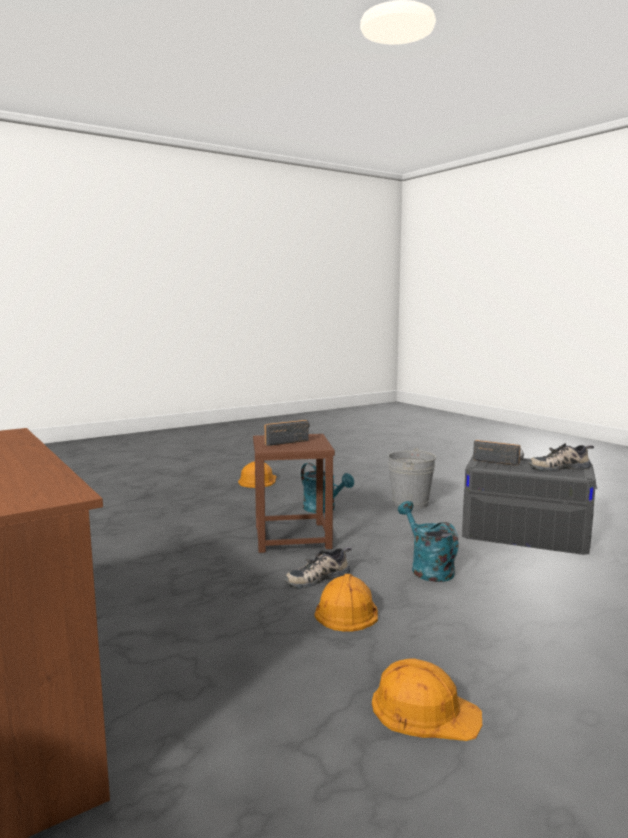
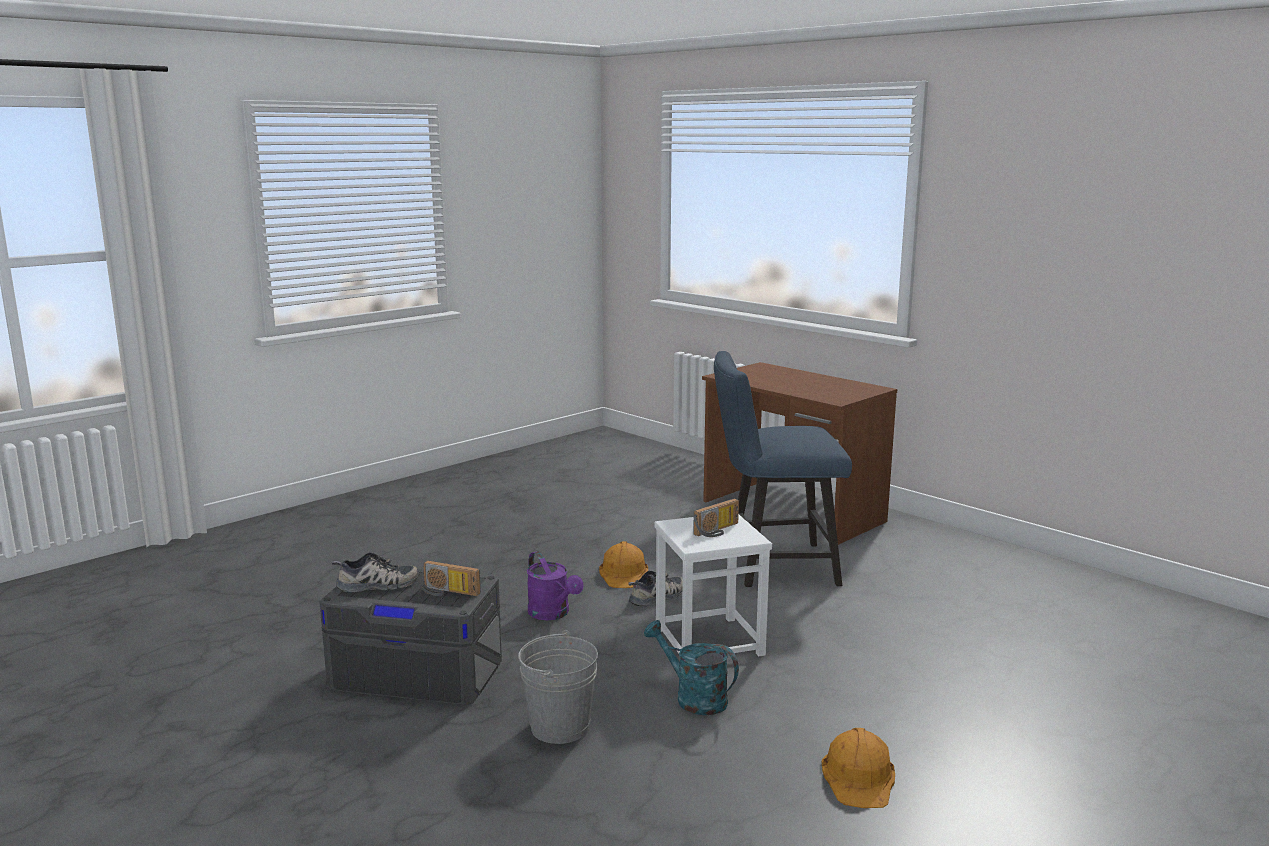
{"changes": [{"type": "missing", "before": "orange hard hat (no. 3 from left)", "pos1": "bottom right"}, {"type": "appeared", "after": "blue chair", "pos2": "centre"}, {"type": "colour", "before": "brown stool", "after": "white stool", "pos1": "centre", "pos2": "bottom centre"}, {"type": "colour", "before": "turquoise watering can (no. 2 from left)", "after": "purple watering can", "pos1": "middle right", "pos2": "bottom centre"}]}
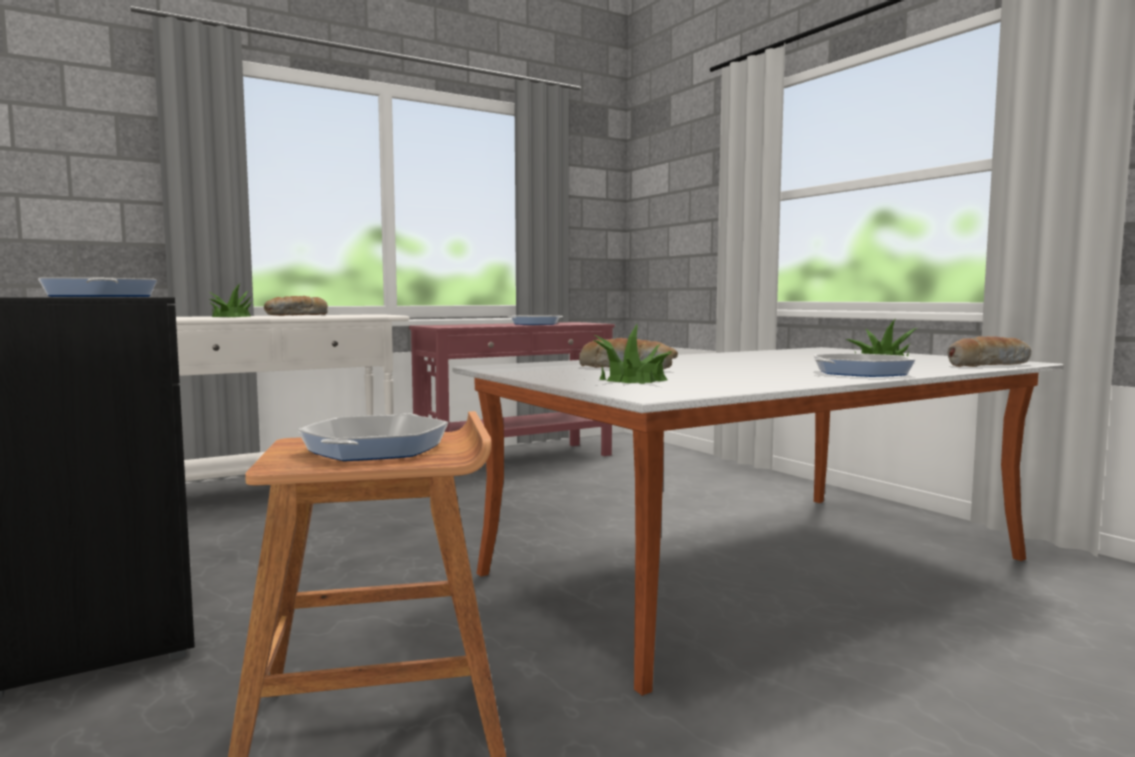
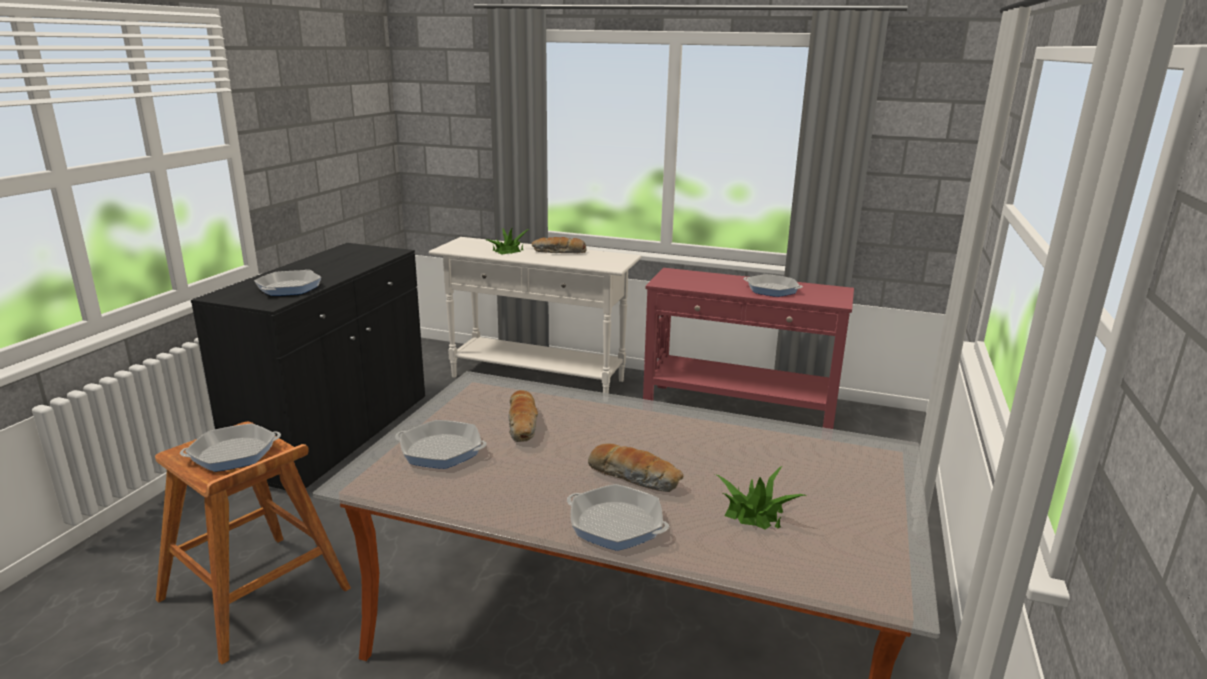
{"changes": [{"type": "relocated", "before": "bread (no. 3 from left)", "pos1": "middle right", "pos2": "bottom centre"}, {"type": "exchanged", "before": "potted plant (no. 2 from left)", "after": "frying pan (no. 3 from left)", "pos1": "centre", "pos2": "centre"}]}
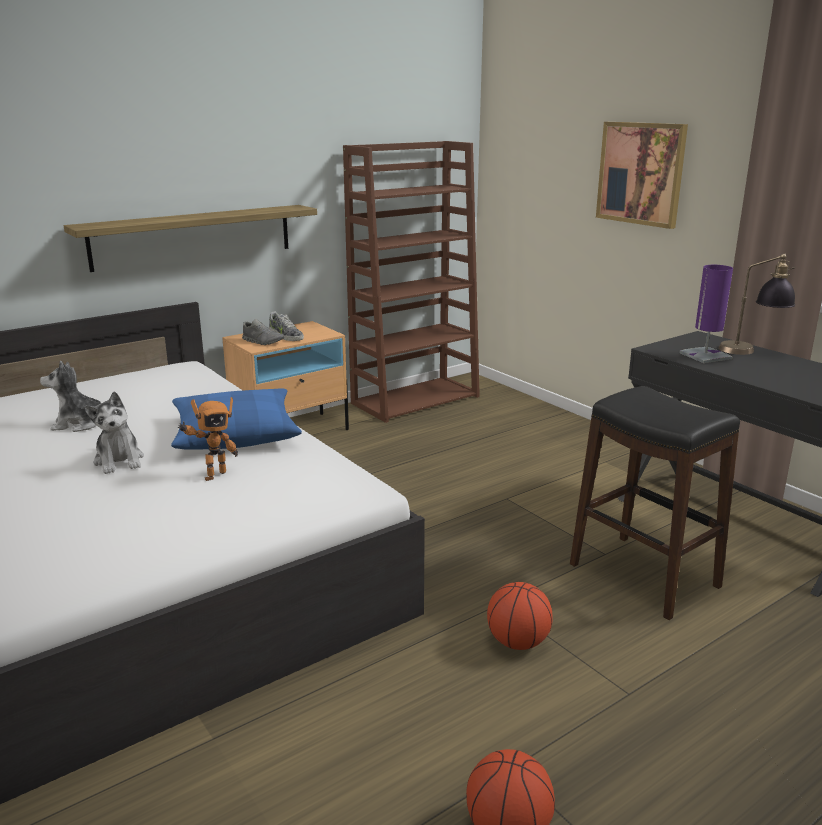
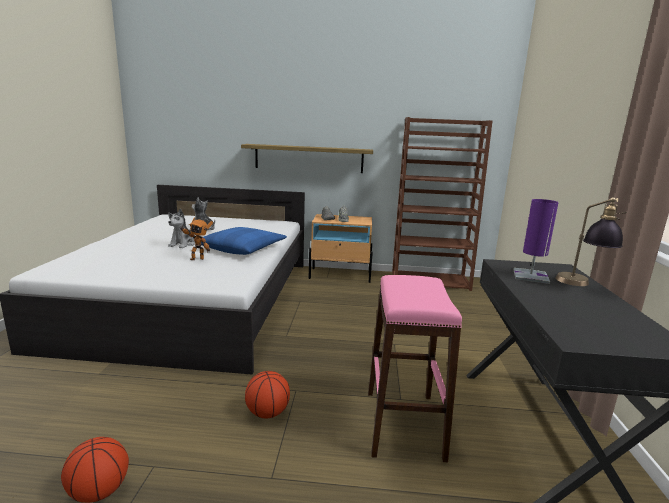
{"changes": [{"type": "missing", "before": "picture", "pos1": "top right"}, {"type": "colour", "before": "black stool", "after": "pink stool", "pos1": "middle right", "pos2": "bottom centre"}]}
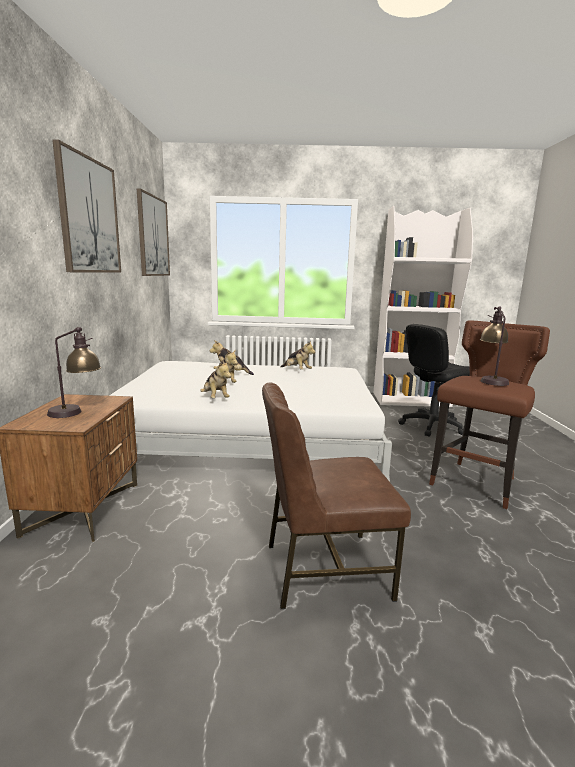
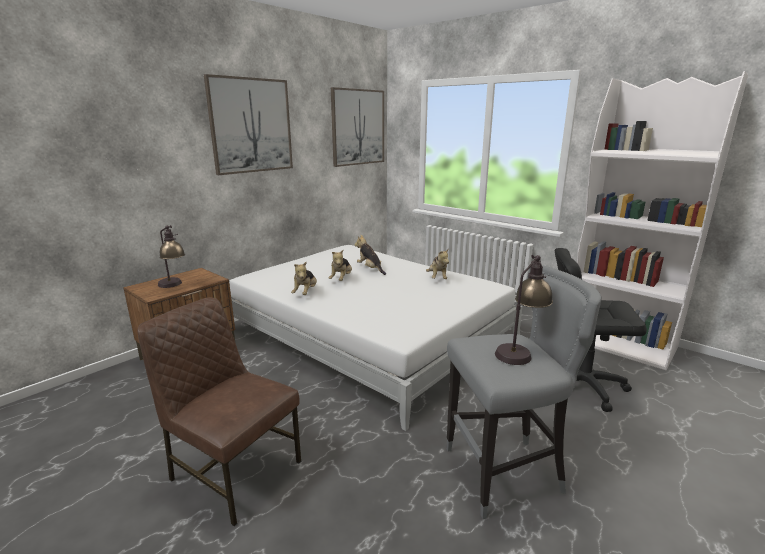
{"changes": [{"type": "colour", "before": "brown stool", "after": "grey stool", "pos1": "middle right", "pos2": "bottom right"}]}
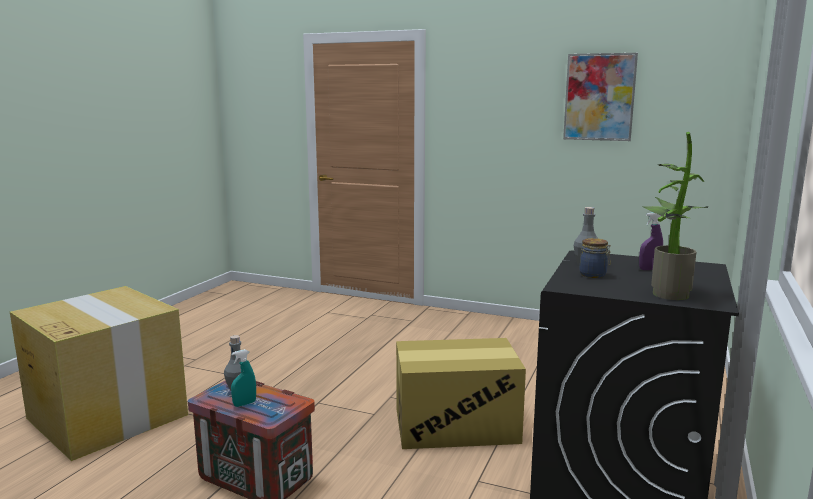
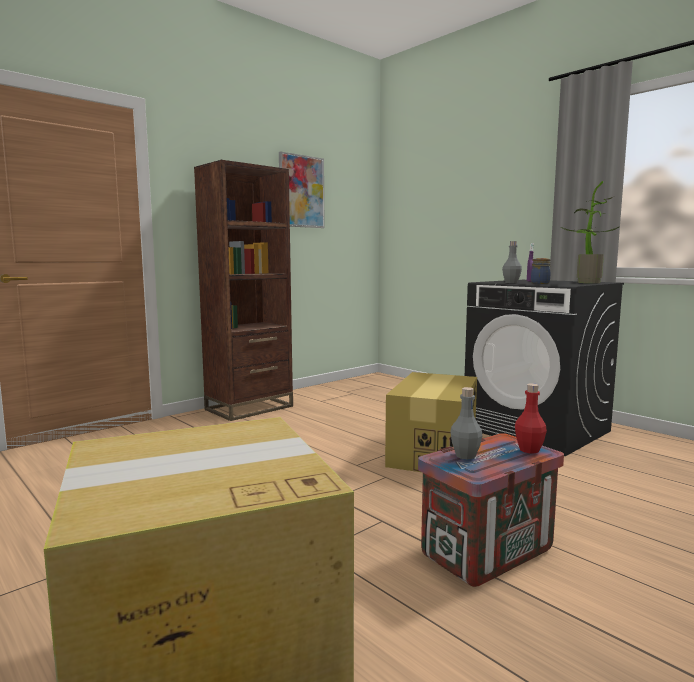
{"changes": [{"type": "missing", "before": "turquoise spray bottle", "pos1": "bottom left"}, {"type": "appeared", "after": "brown bookcase", "pos2": "centre"}, {"type": "appeared", "after": "red bottle", "pos2": "middle right"}]}
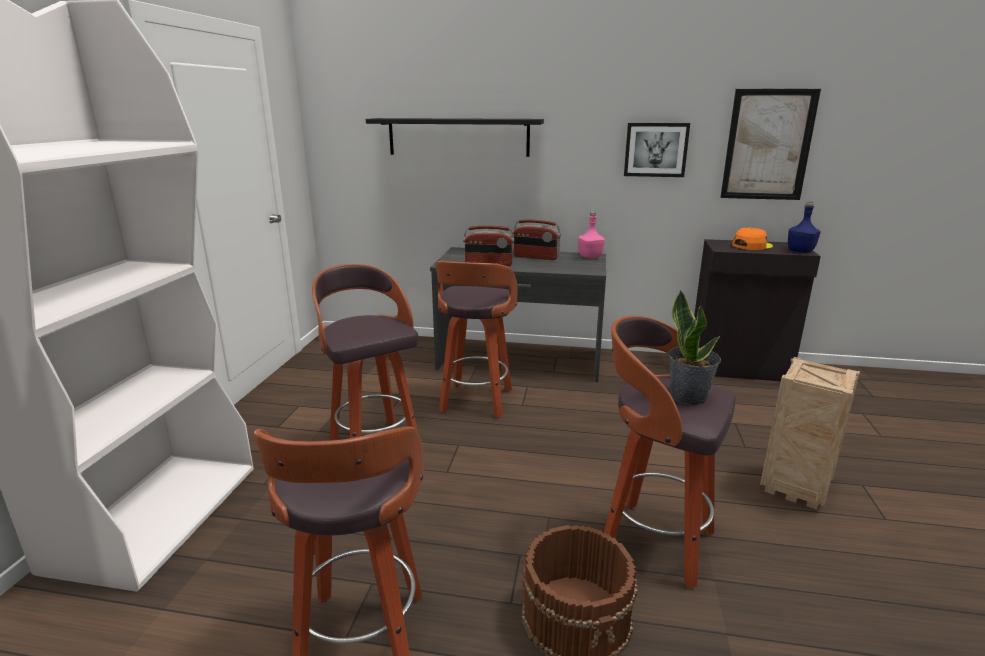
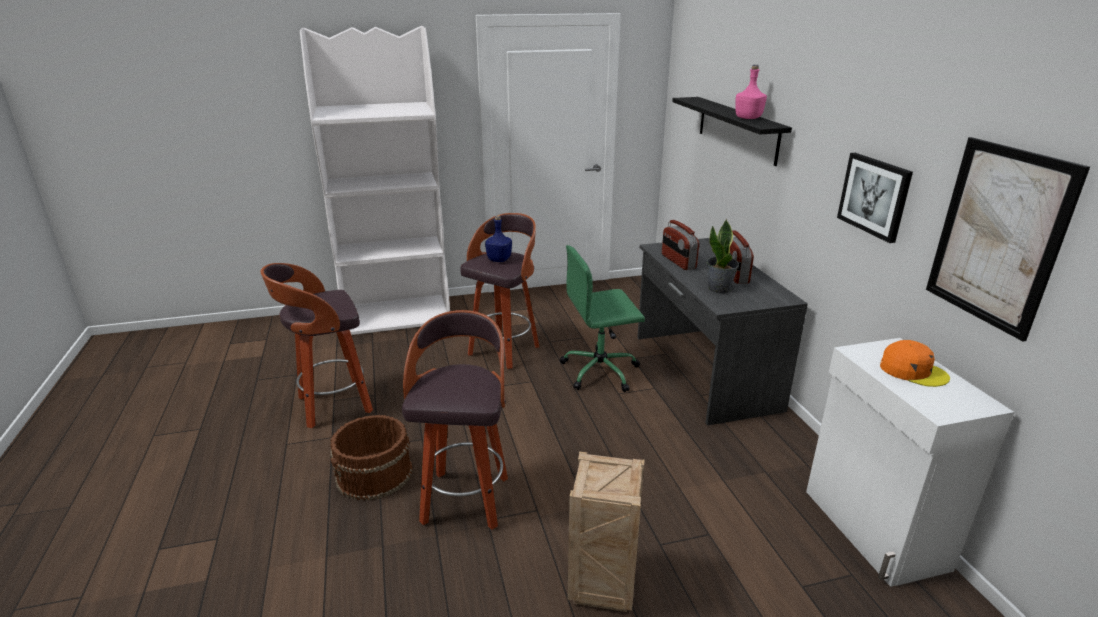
{"changes": [{"type": "relocated", "before": "pink bottle", "pos1": "centre", "pos2": "top right"}, {"type": "relocated", "before": "potted plant", "pos1": "middle right", "pos2": "centre"}, {"type": "relocated", "before": "blue bottle", "pos1": "middle right", "pos2": "centre"}, {"type": "exchanged", "before": "stool (no. 3 from left)", "after": "green office chair", "pos1": "centre", "pos2": "centre"}, {"type": "colour", "before": "black cabinet", "after": "white cabinet", "pos1": "middle right", "pos2": "bottom right"}]}
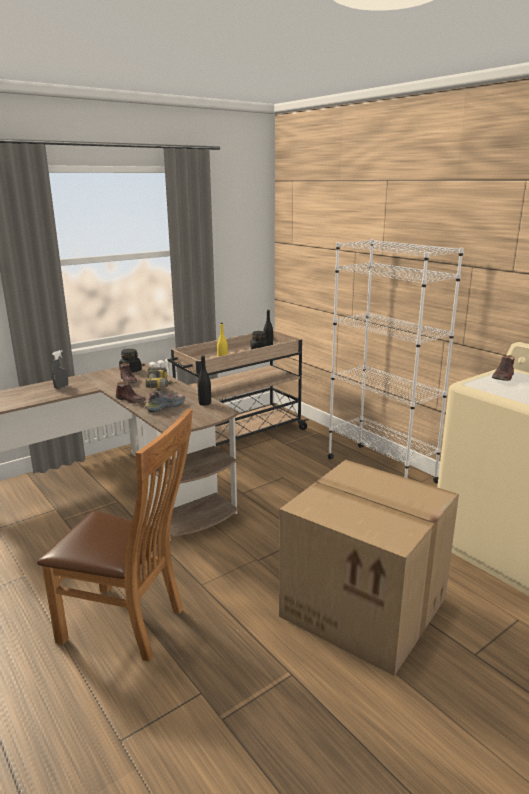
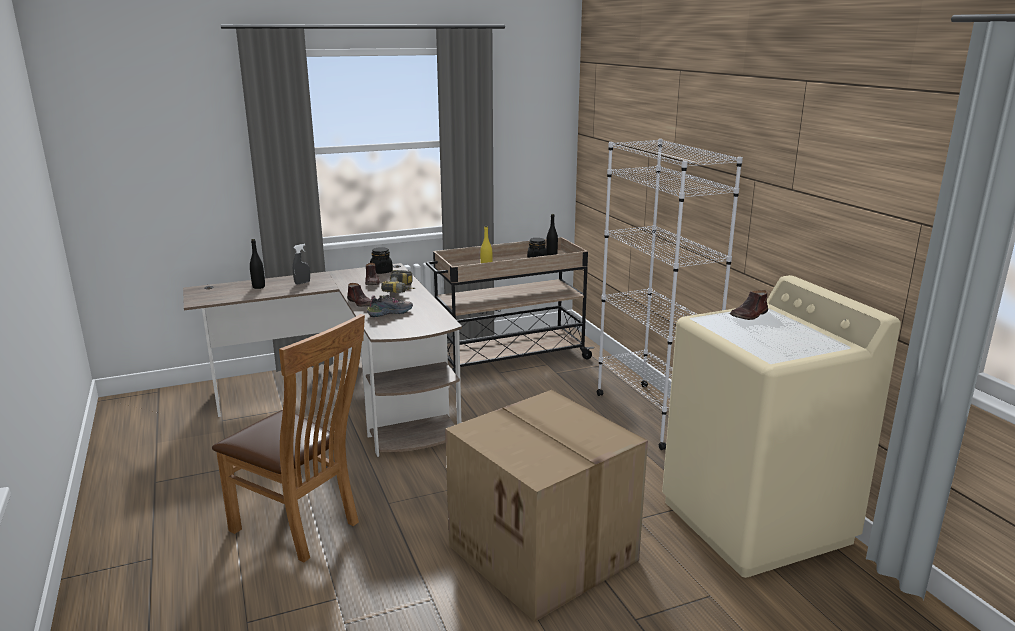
{"changes": [{"type": "relocated", "before": "black bottle (no. 1 from left)", "pos1": "centre", "pos2": "middle left"}]}
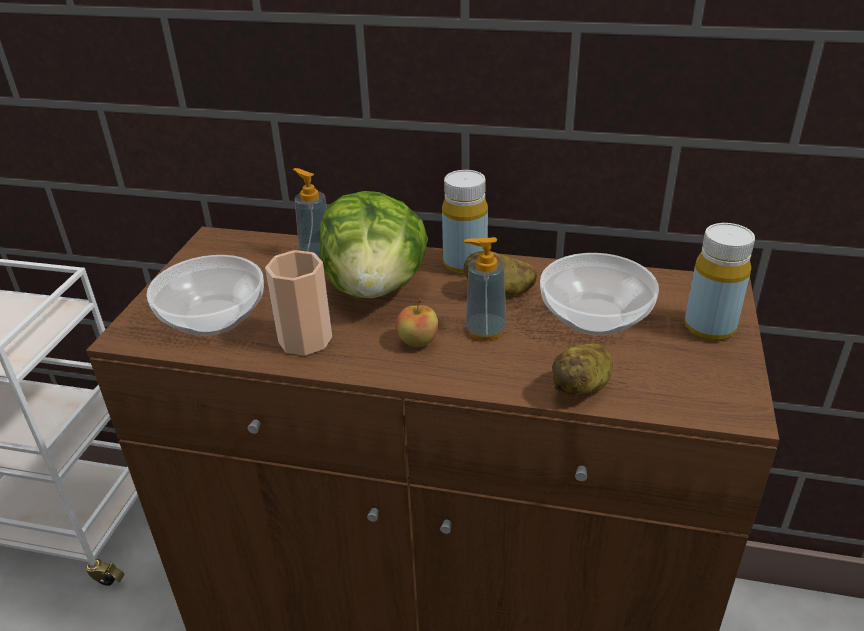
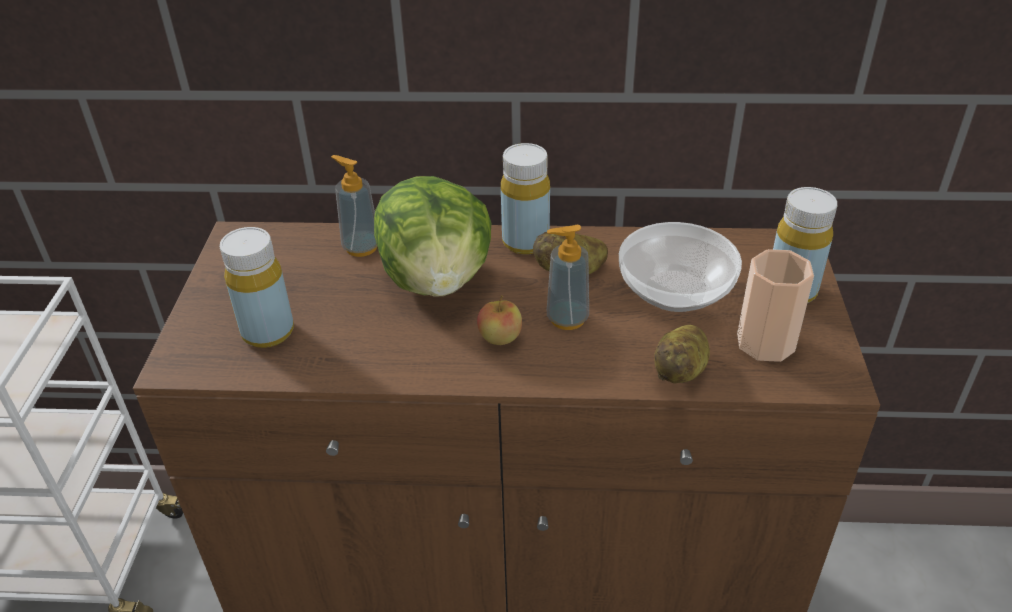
{"changes": [{"type": "relocated", "before": "cup", "pos1": "centre", "pos2": "middle right"}, {"type": "exchanged", "before": "bowl (no. 1 from left)", "after": "yellow bottle (no. 1 from left)", "pos1": "middle left", "pos2": "middle left"}]}
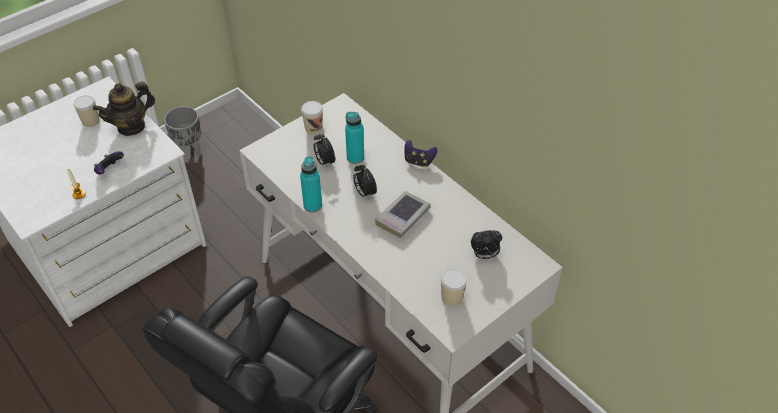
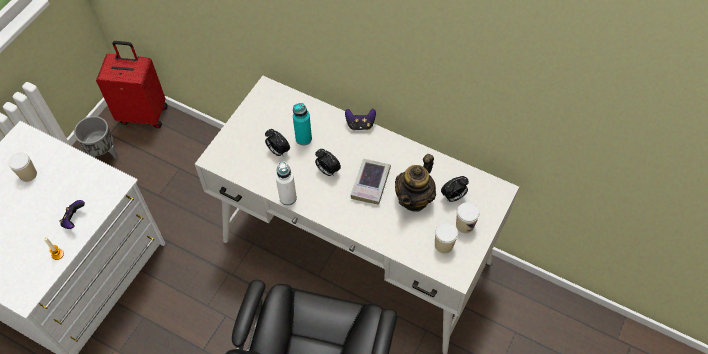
{"changes": [{"type": "appeared", "after": "red suitcase", "pos2": "top left"}, {"type": "relocated", "before": "teapot", "pos1": "top left", "pos2": "centre"}, {"type": "relocated", "before": "cup (no. 2 from left in the first image)", "after": "cup (no. 3 from left)", "pos1": "top centre", "pos2": "centre"}, {"type": "colour", "before": "turquoise bottle (no. 1 from left)", "after": "white bottle", "pos1": "centre", "pos2": "centre"}]}
